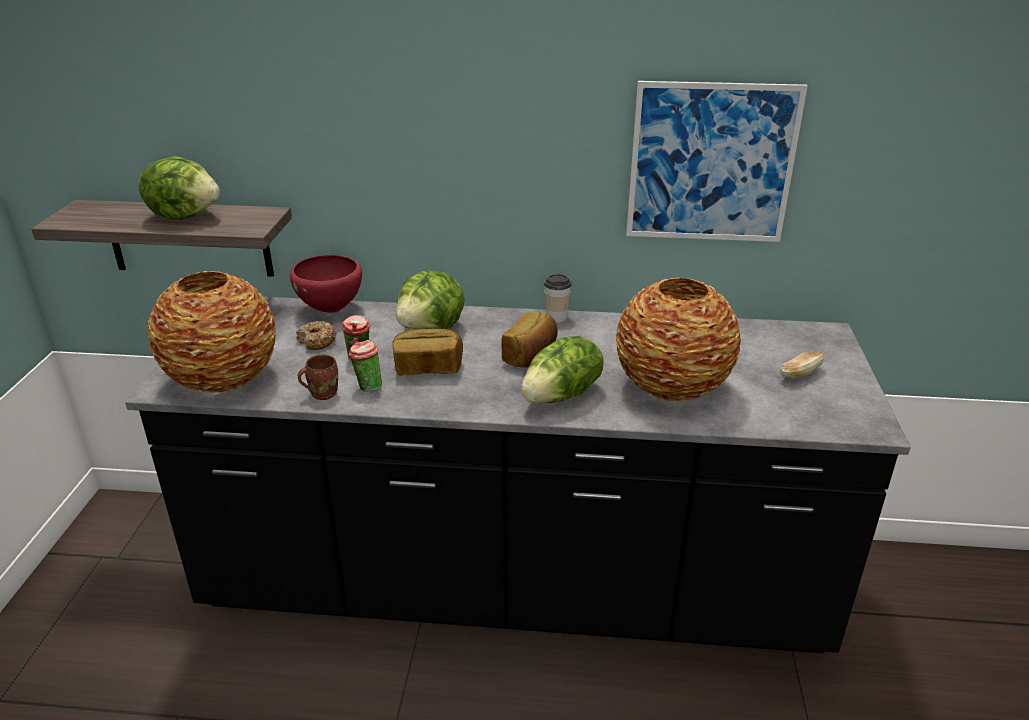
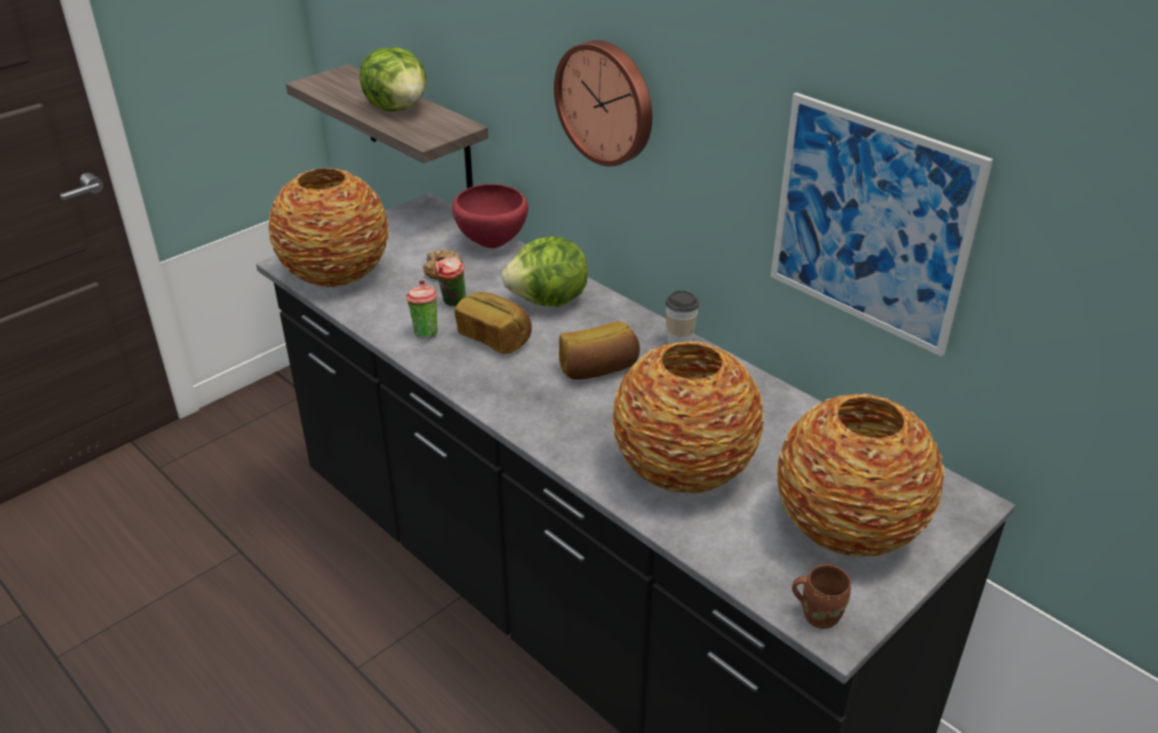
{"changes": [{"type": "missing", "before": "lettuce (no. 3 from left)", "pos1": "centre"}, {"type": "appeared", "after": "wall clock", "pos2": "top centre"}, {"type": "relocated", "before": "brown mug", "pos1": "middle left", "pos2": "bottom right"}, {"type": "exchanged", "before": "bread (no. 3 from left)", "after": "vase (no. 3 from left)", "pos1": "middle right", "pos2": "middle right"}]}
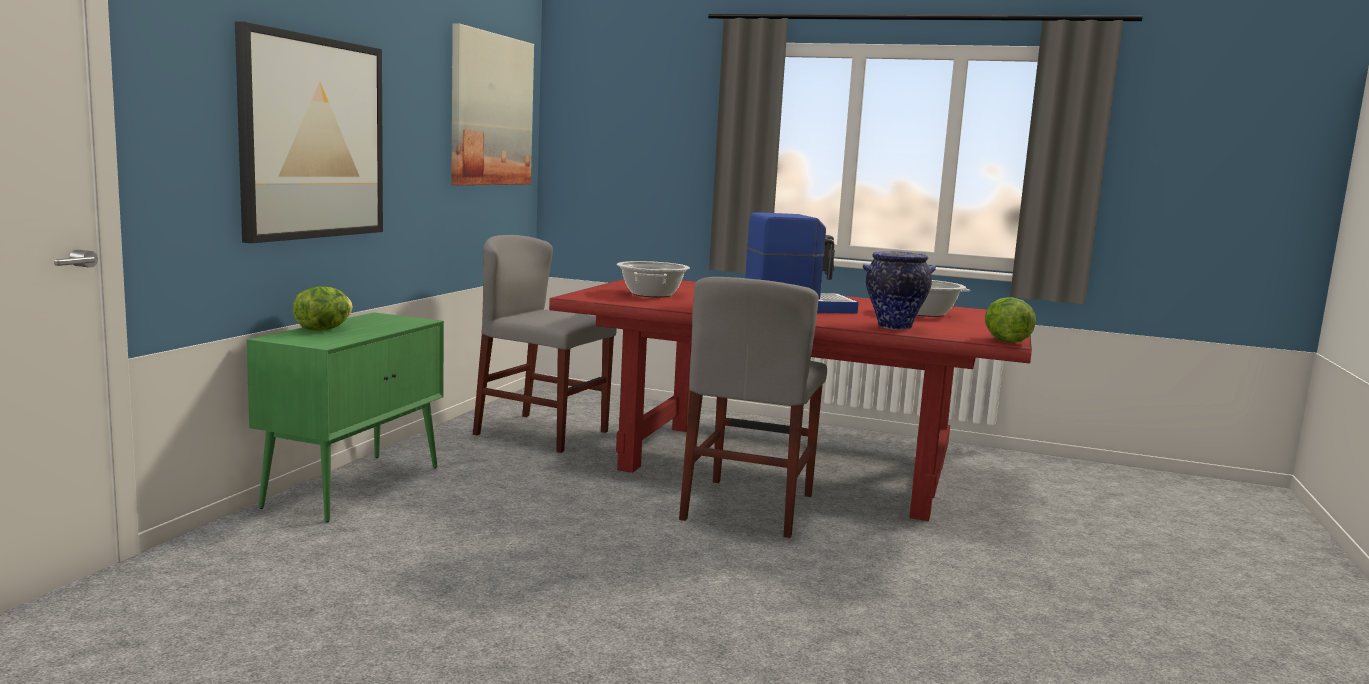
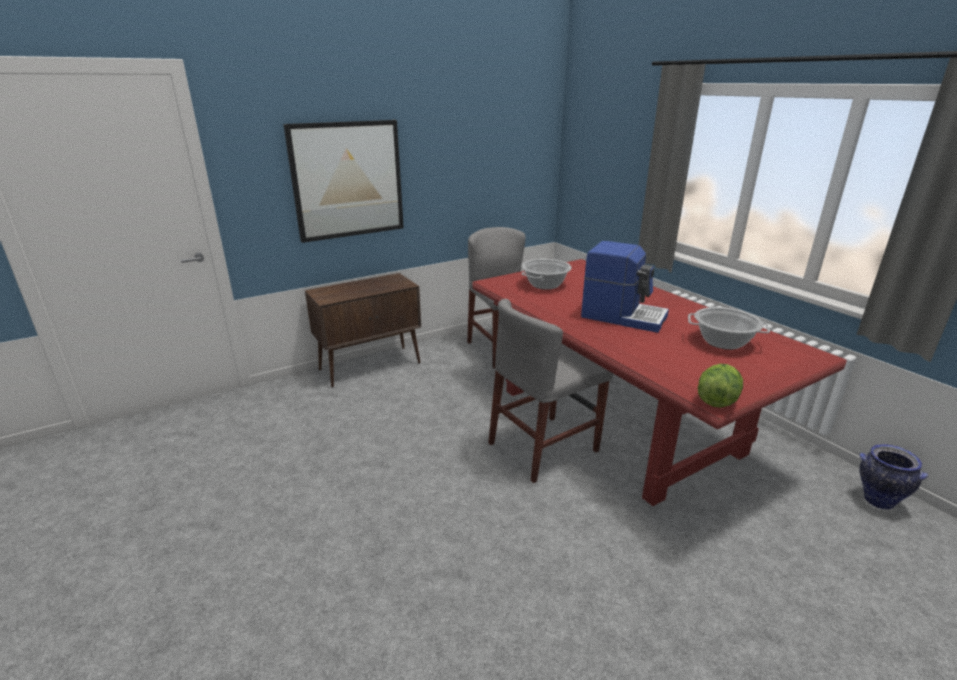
{"changes": [{"type": "missing", "before": "lettuce (no. 1 from left)", "pos1": "middle left"}, {"type": "missing", "before": "picture (no. 2 from left)", "pos1": "top centre"}, {"type": "relocated", "before": "vase", "pos1": "centre", "pos2": "bottom right"}, {"type": "colour", "before": "green cabinet", "after": "brown cabinet", "pos1": "middle left", "pos2": "centre"}]}
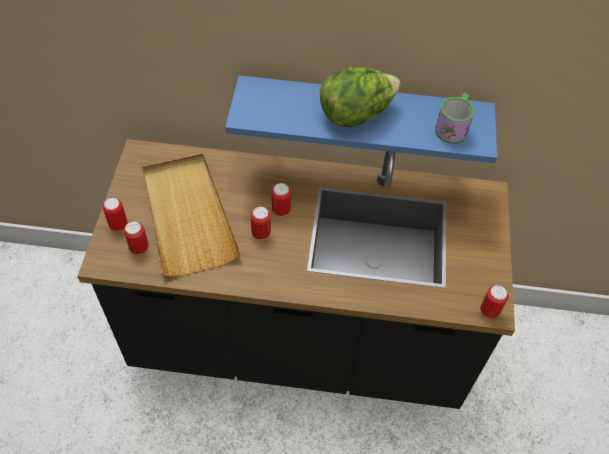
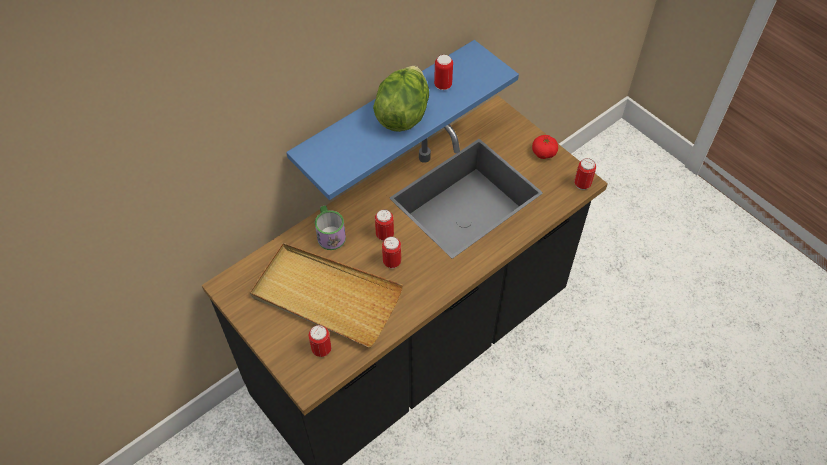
{"changes": [{"type": "appeared", "after": "tomato", "pos2": "top centre"}, {"type": "relocated", "before": "can (no. 1 from left in the first image)", "after": "can (no. 4 from left)", "pos1": "middle left", "pos2": "top centre"}, {"type": "relocated", "before": "mug", "pos1": "top right", "pos2": "centre"}]}
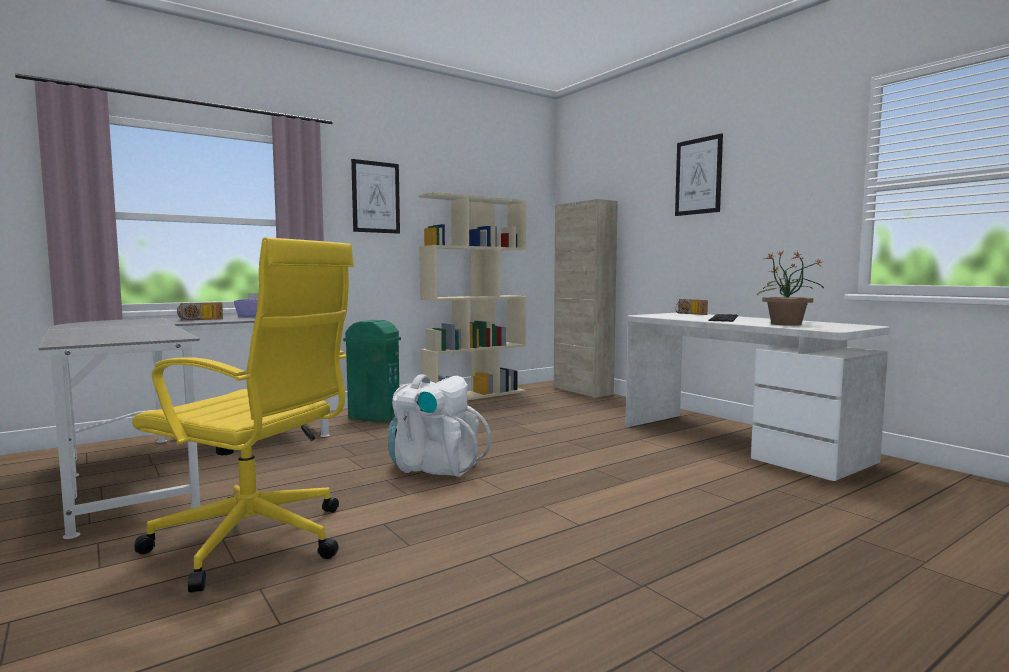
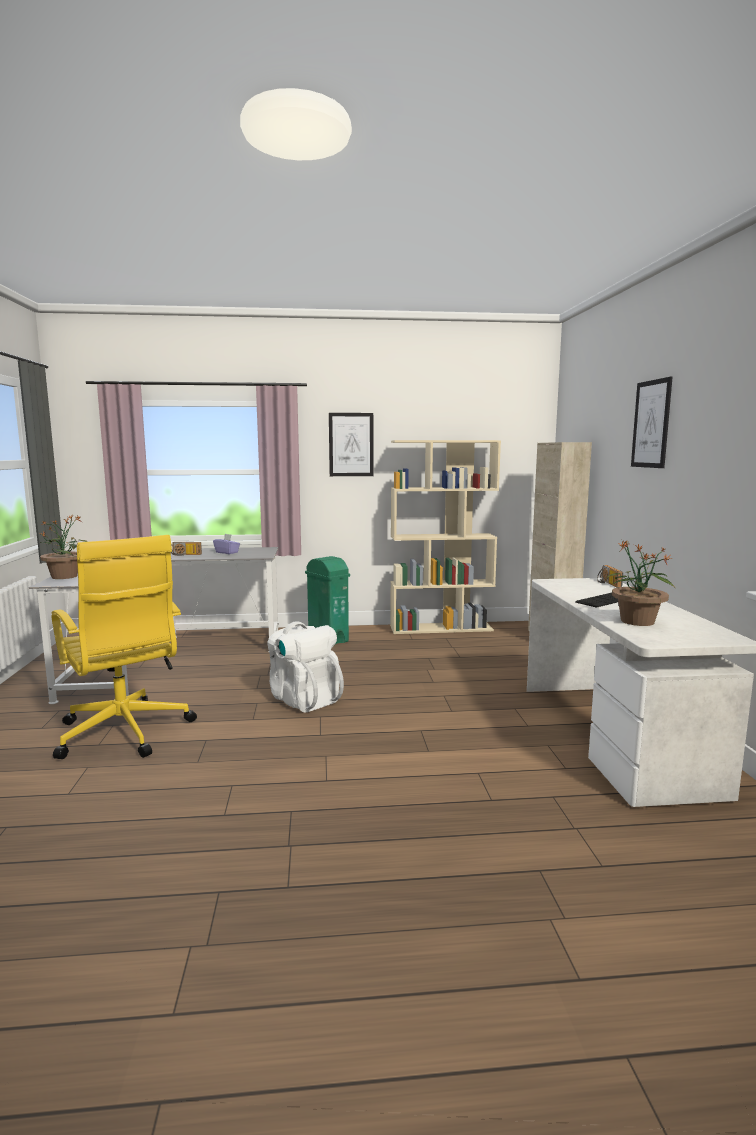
{"changes": [{"type": "appeared", "after": "potted plant (no. 1 from left)", "pos2": "middle left"}]}
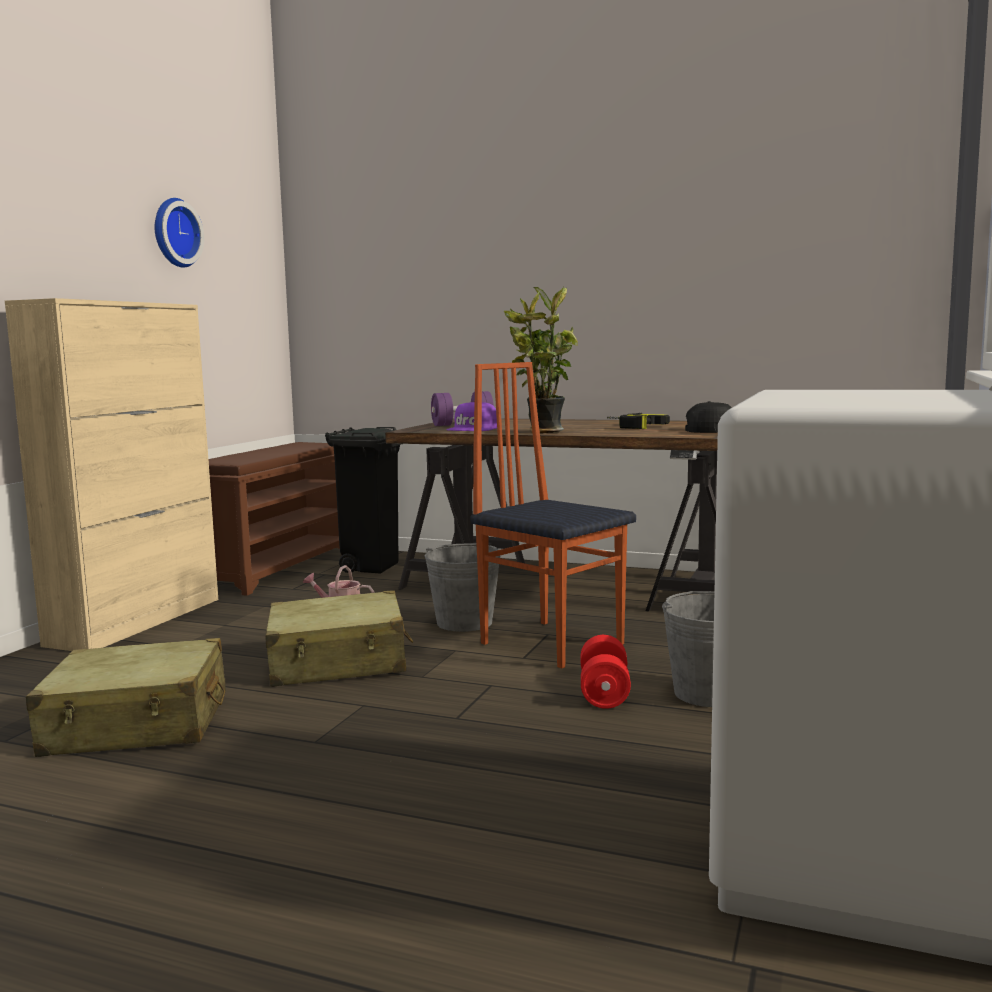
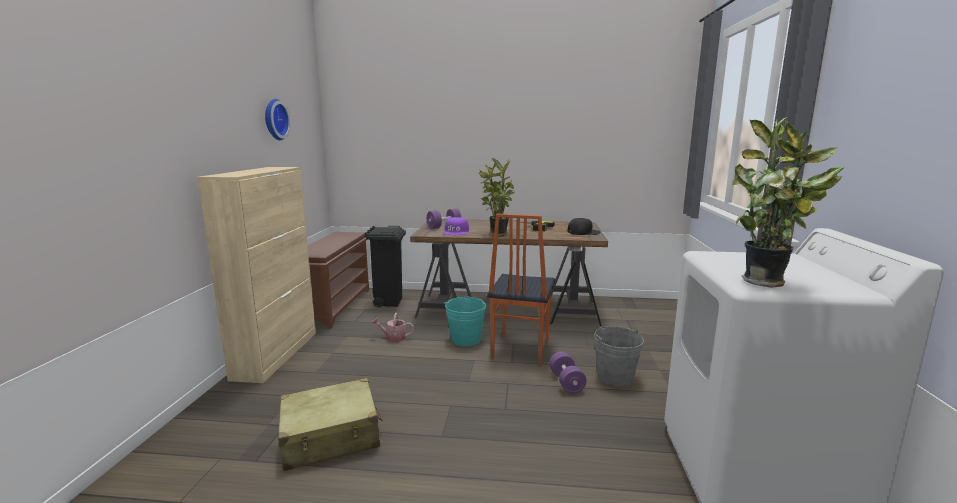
{"changes": [{"type": "missing", "before": "beige suitcase (no. 2 from left)", "pos1": "centre"}, {"type": "appeared", "after": "potted plant (no. 2 from left)", "pos2": "middle right"}, {"type": "colour", "before": "grey bucket (no. 1 from left)", "after": "turquoise bucket", "pos1": "centre", "pos2": "centre"}, {"type": "colour", "before": "red dumbbell", "after": "purple dumbbell (no. 2 from left)", "pos1": "bottom centre", "pos2": "bottom centre"}, {"type": "spun", "before": "chair", "pos1": "centre", "pos2": "centre", "turn": -105}]}
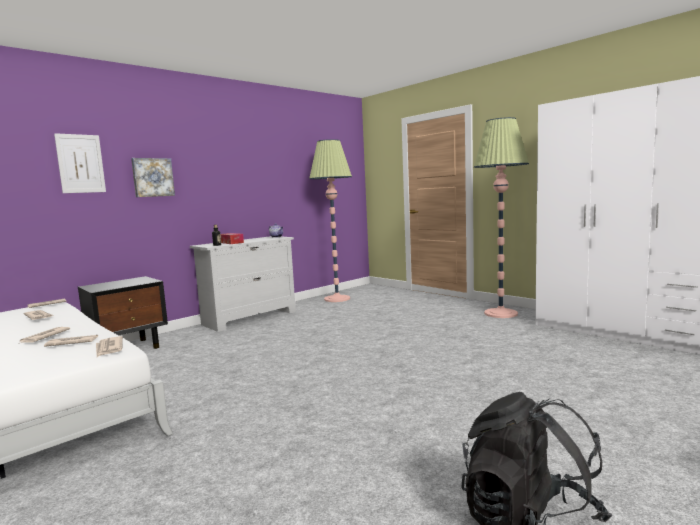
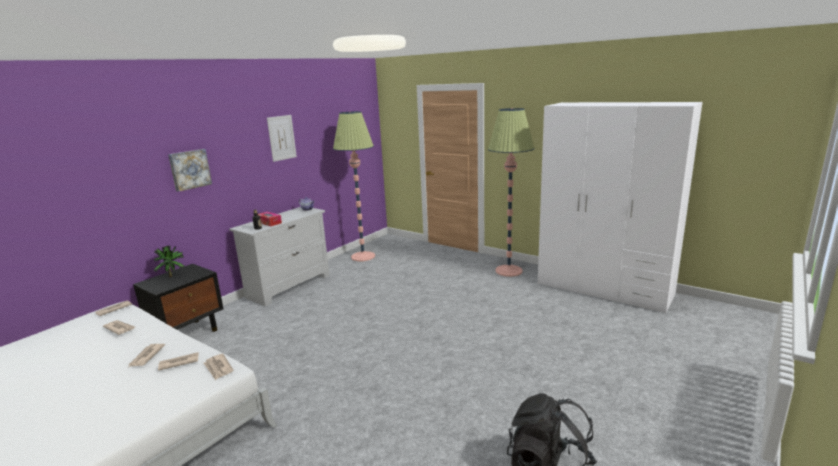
{"changes": [{"type": "appeared", "after": "potted plant", "pos2": "middle left"}, {"type": "relocated", "before": "picture (no. 1 from left in the first image)", "after": "picture (no. 2 from left)", "pos1": "top left", "pos2": "top centre"}]}
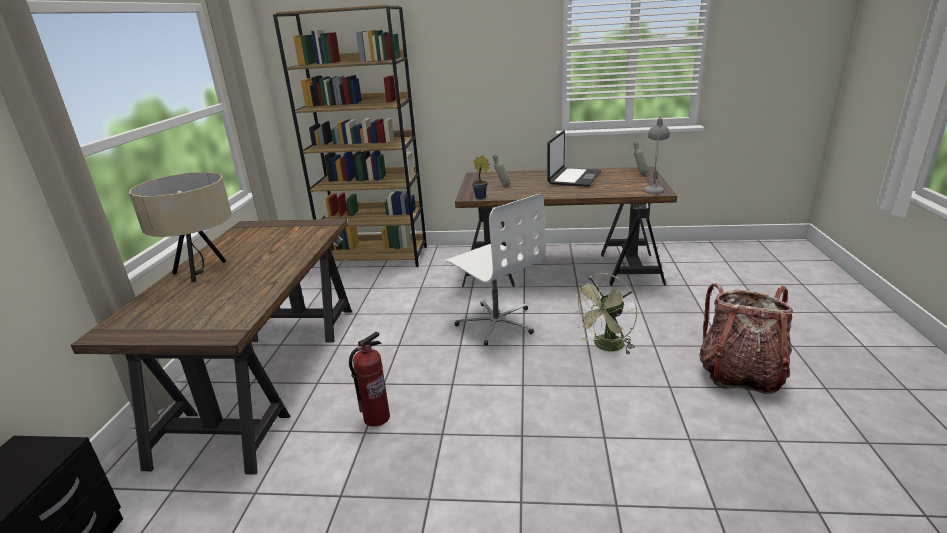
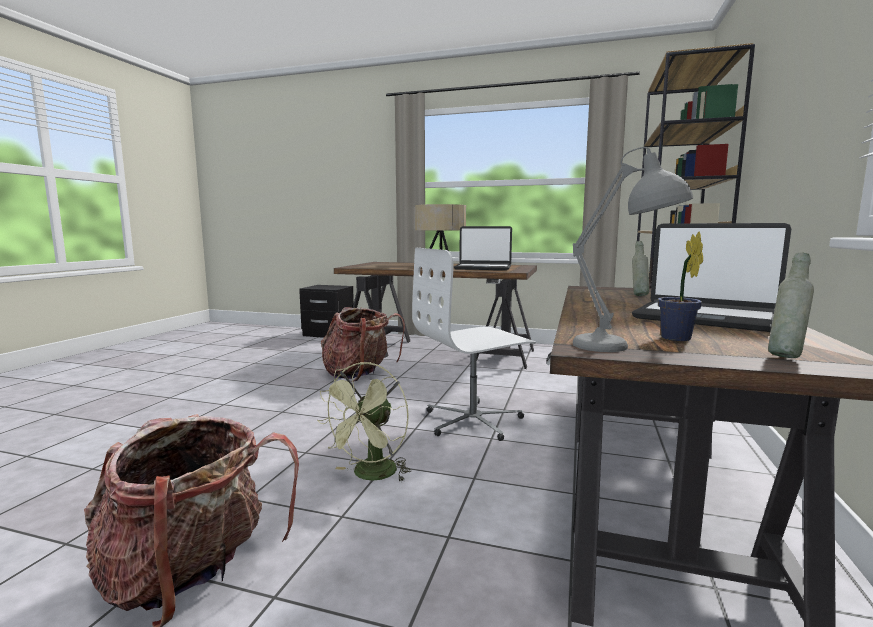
{"changes": [{"type": "appeared", "after": "laptop (no. 1 from left)", "pos2": "centre"}, {"type": "relocated", "before": "potted plant", "pos1": "top centre", "pos2": "middle right"}, {"type": "exchanged", "before": "fire extinguisher", "after": "backpack (no. 2 from left)", "pos1": "bottom centre", "pos2": "centre"}, {"type": "spun", "before": "green fan", "pos1": "centre", "pos2": "bottom centre", "turn": -120}]}
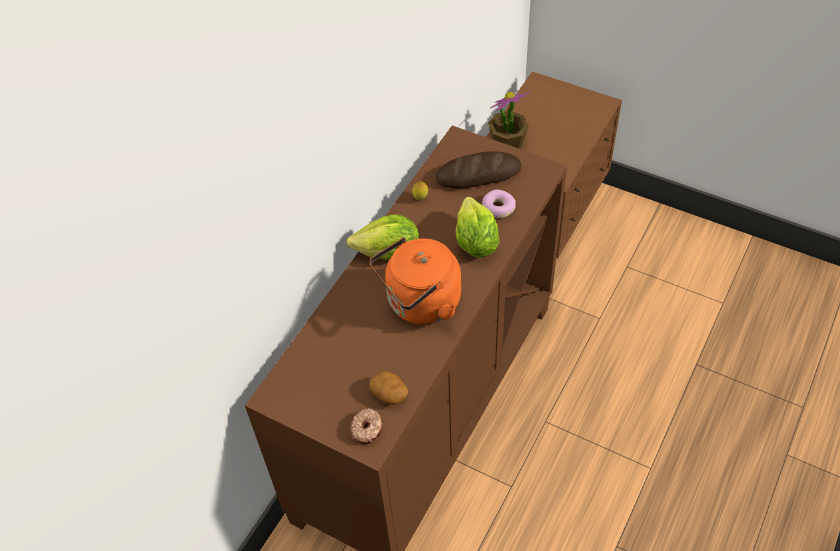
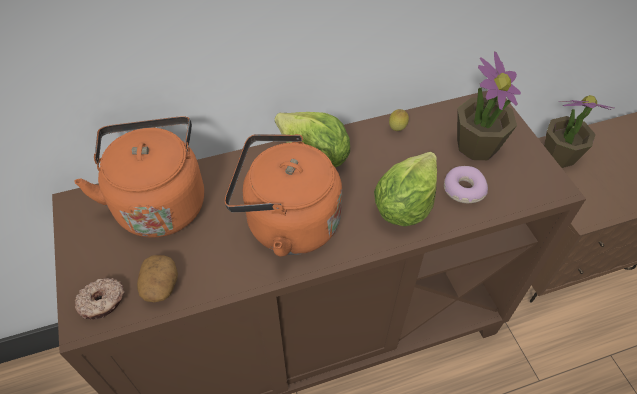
{"changes": [{"type": "appeared", "after": "orange kettle (no. 1 from left)", "pos2": "middle left"}, {"type": "exchanged", "before": "bread", "after": "potted plant (no. 1 from left)", "pos1": "top centre", "pos2": "top right"}]}
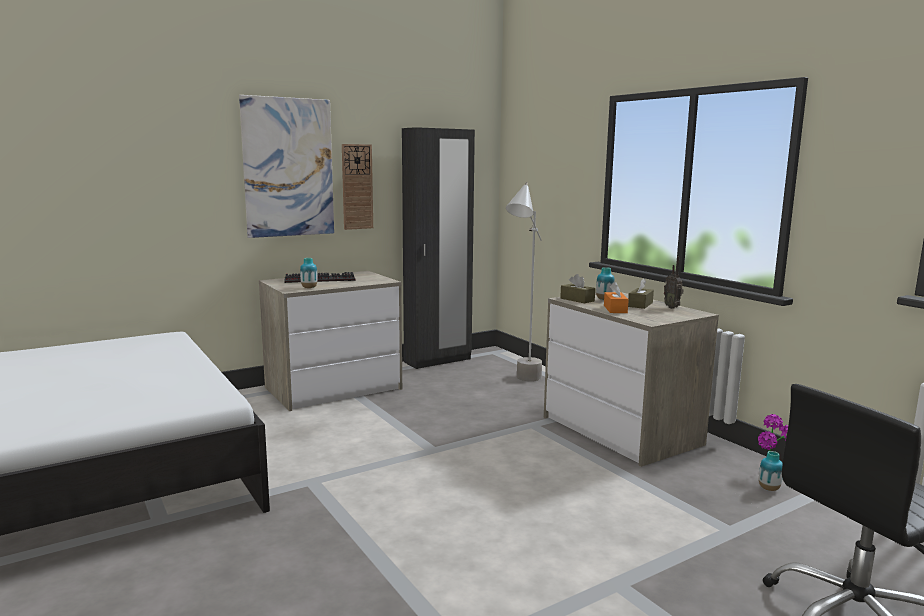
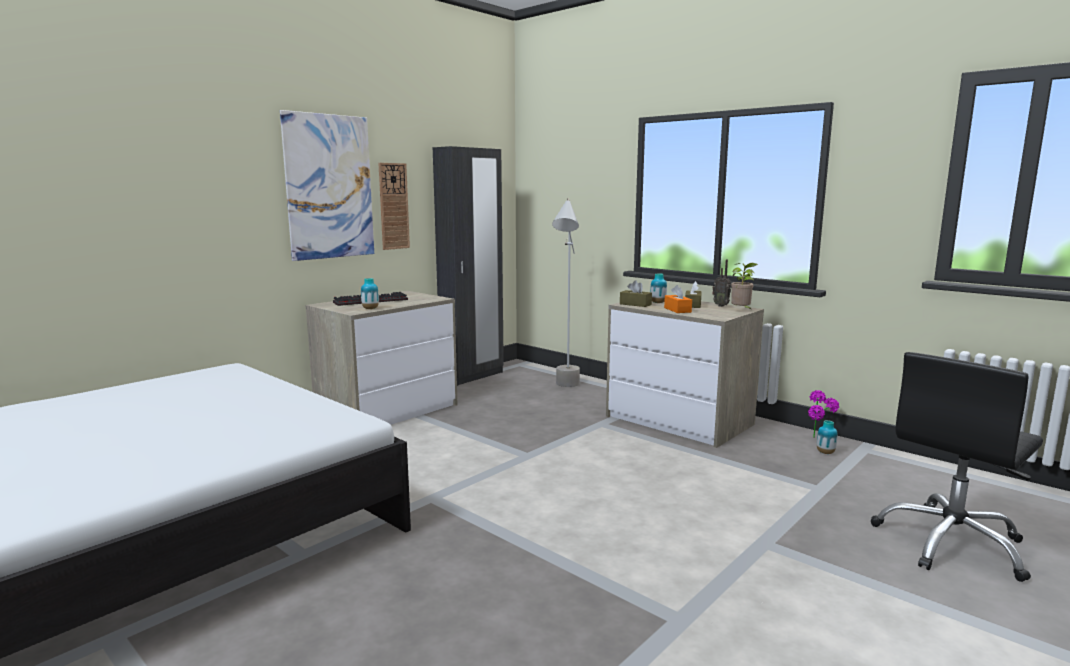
{"changes": [{"type": "appeared", "after": "potted plant (no. 1 from left)", "pos2": "middle right"}]}
